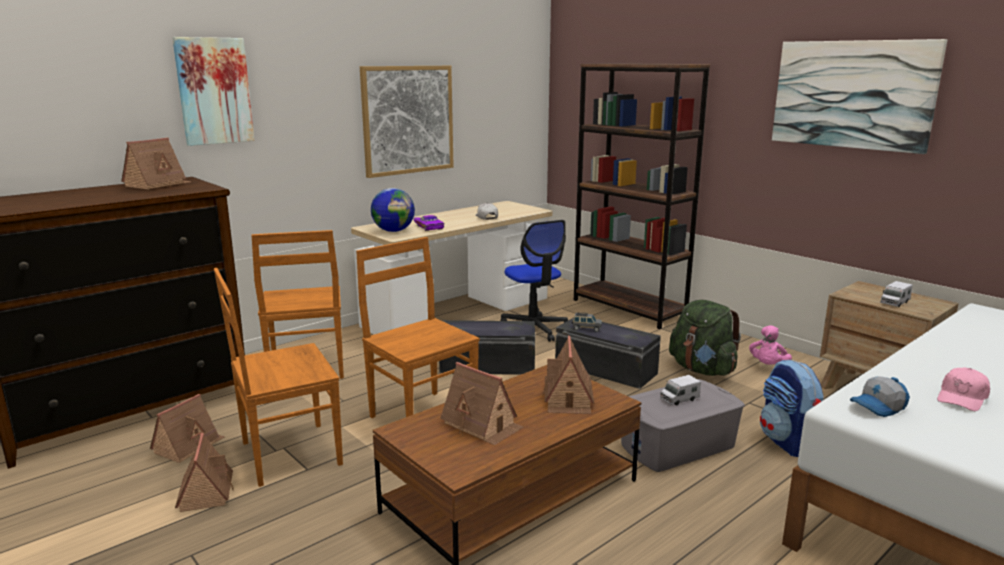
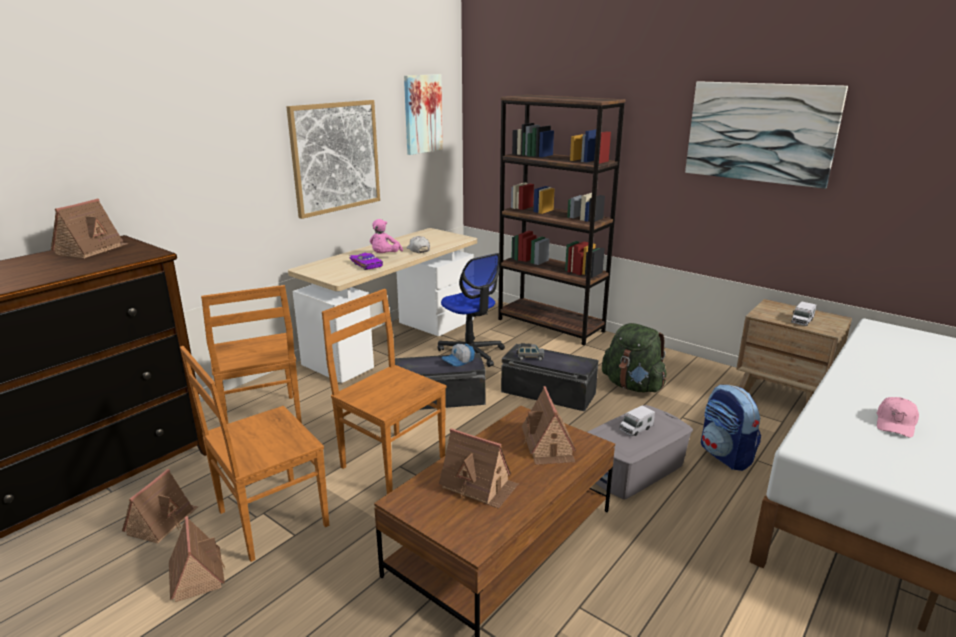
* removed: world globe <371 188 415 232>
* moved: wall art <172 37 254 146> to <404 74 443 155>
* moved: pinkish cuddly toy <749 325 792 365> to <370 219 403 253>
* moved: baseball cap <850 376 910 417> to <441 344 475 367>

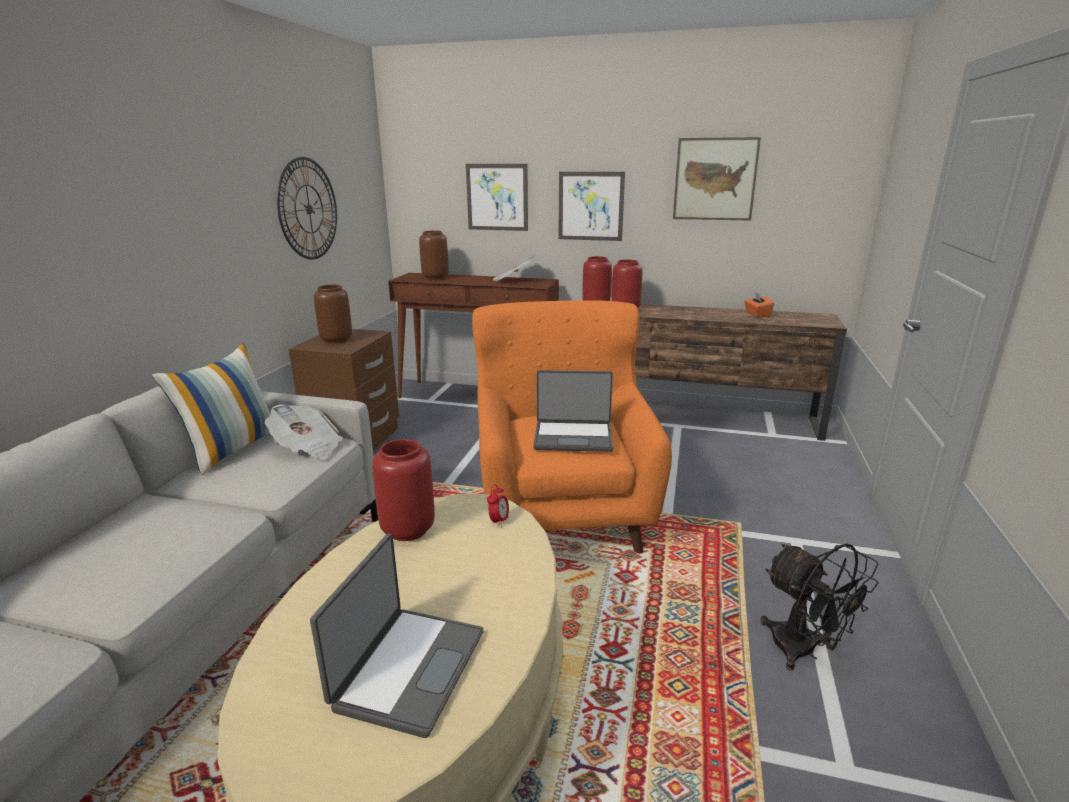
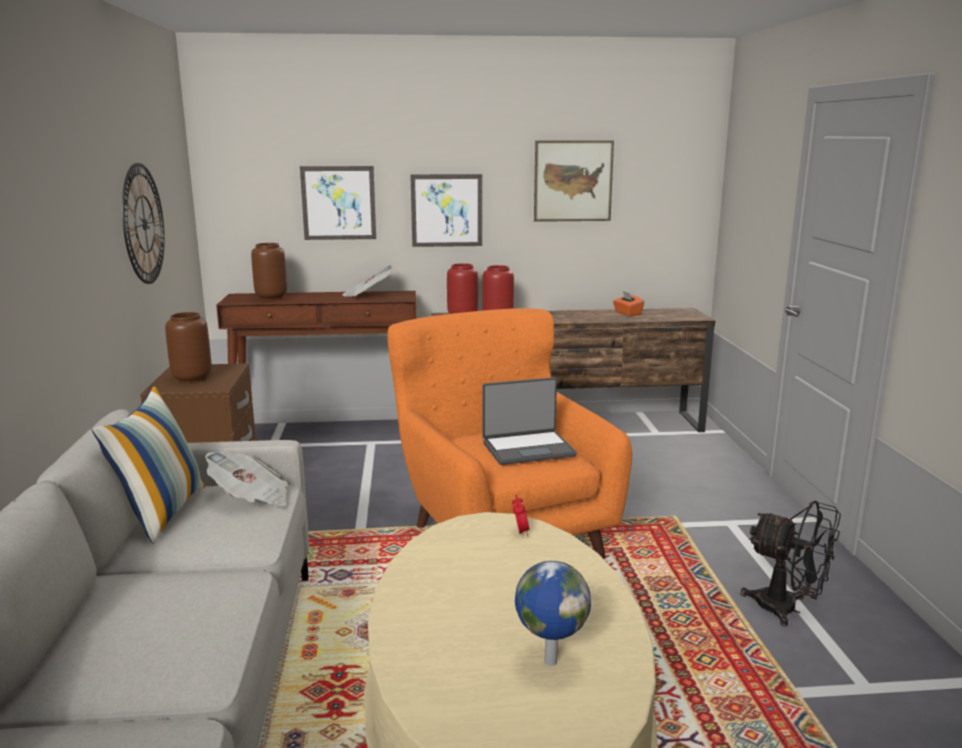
* removed: red-coloured vase <372 439 435 541>
* replaced: notebook computer <310 534 484 738> to world globe <515 561 591 666>

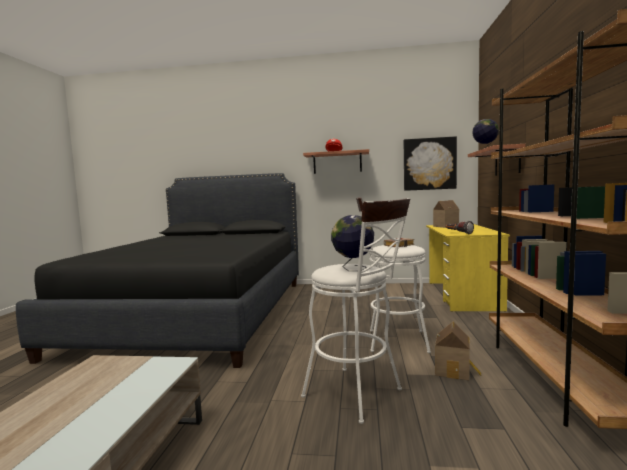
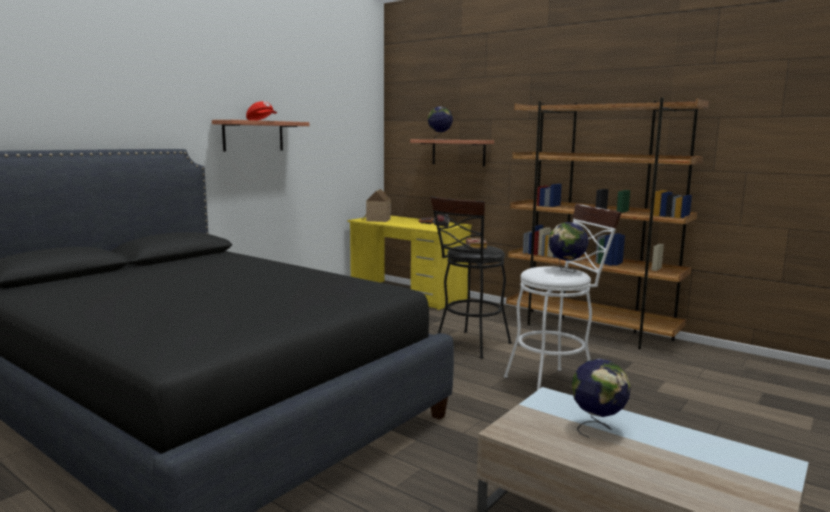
* removed: wall art <404 136 457 191>
* removed: toy house <435 321 481 380>
* added: world globe <571 359 631 438>
* recoloured: white stool <356 197 431 353> to black stool <430 196 512 359>

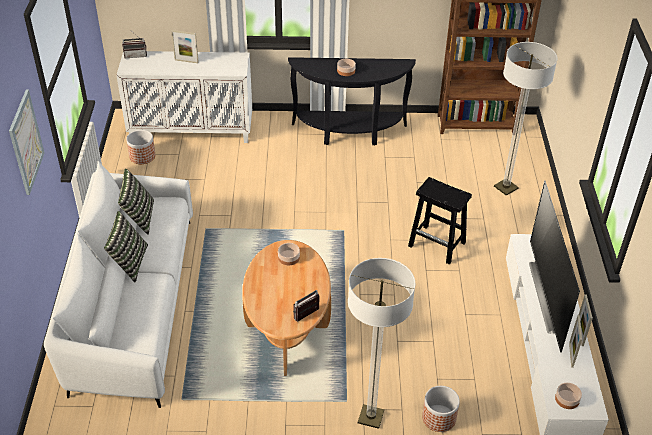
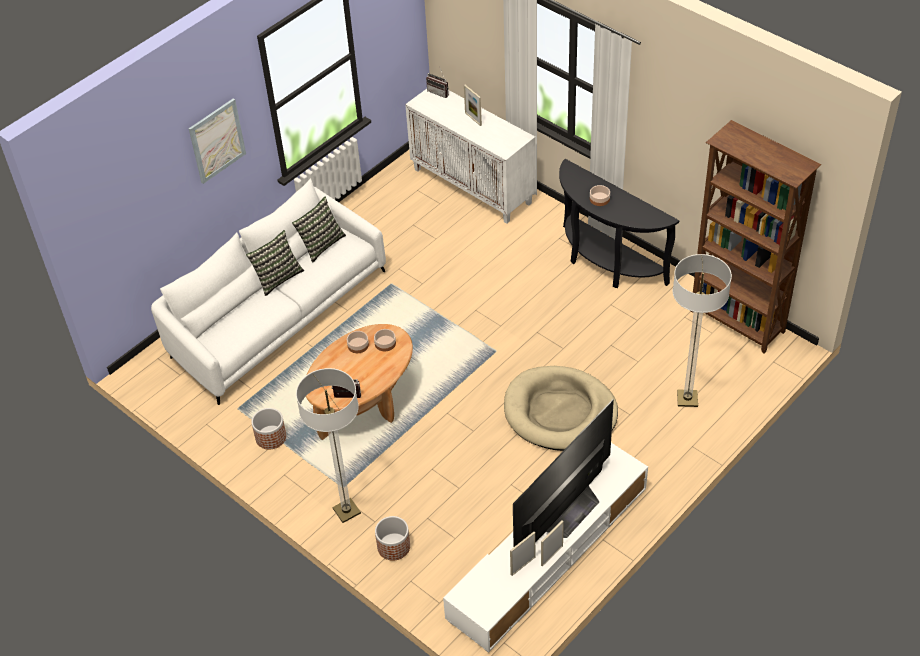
* moved: flower pot <126 130 155 164> to <251 408 286 450>
* moved: bowl <555 383 582 409> to <347 331 369 353>
* replaced: black stool <408 177 472 265> to beige dog cushion <504 366 618 451>

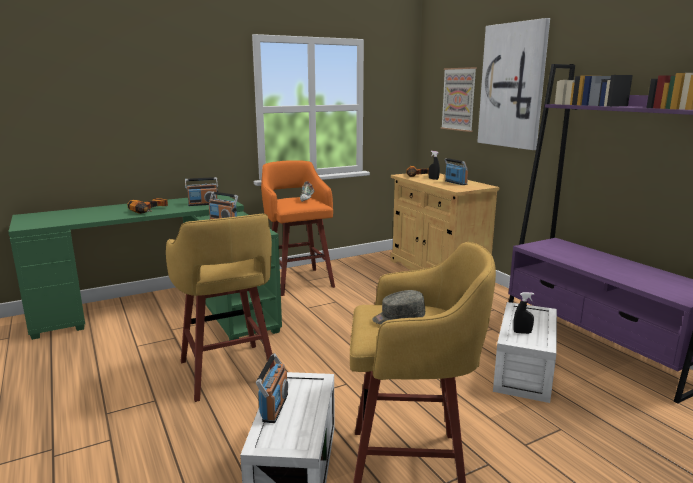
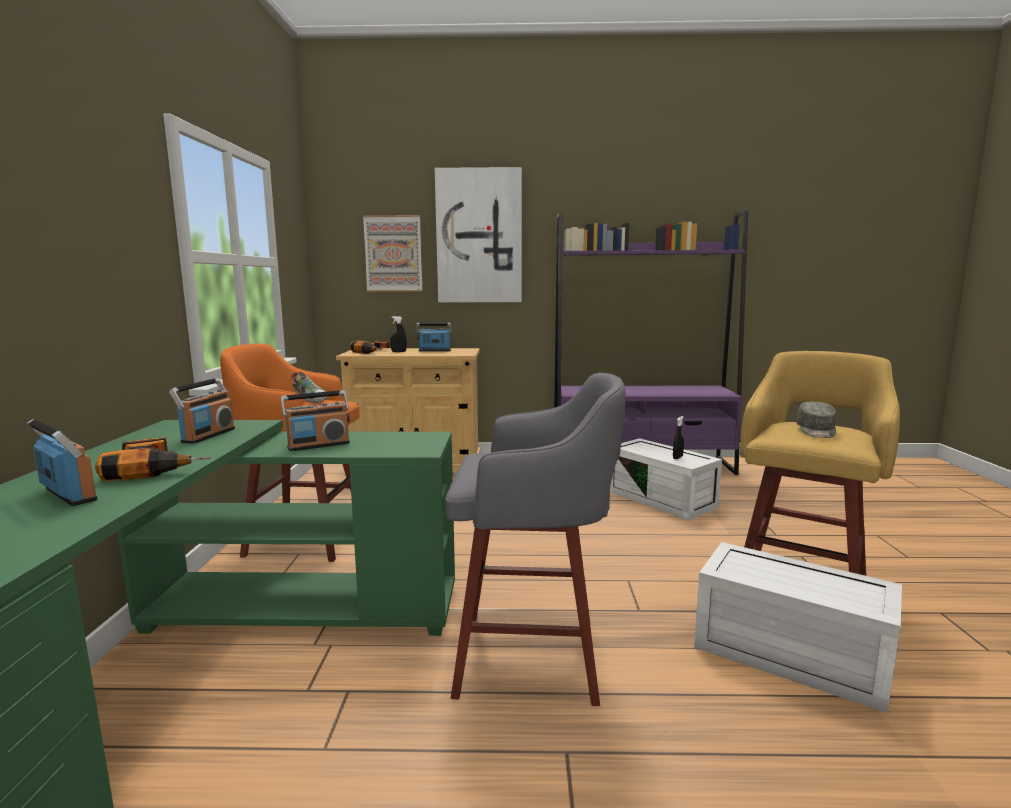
* moved: radio set <256 353 288 423> to <27 419 98 506>
* recoloured: yellow stool <166 214 275 402> to grey stool <446 373 626 706>

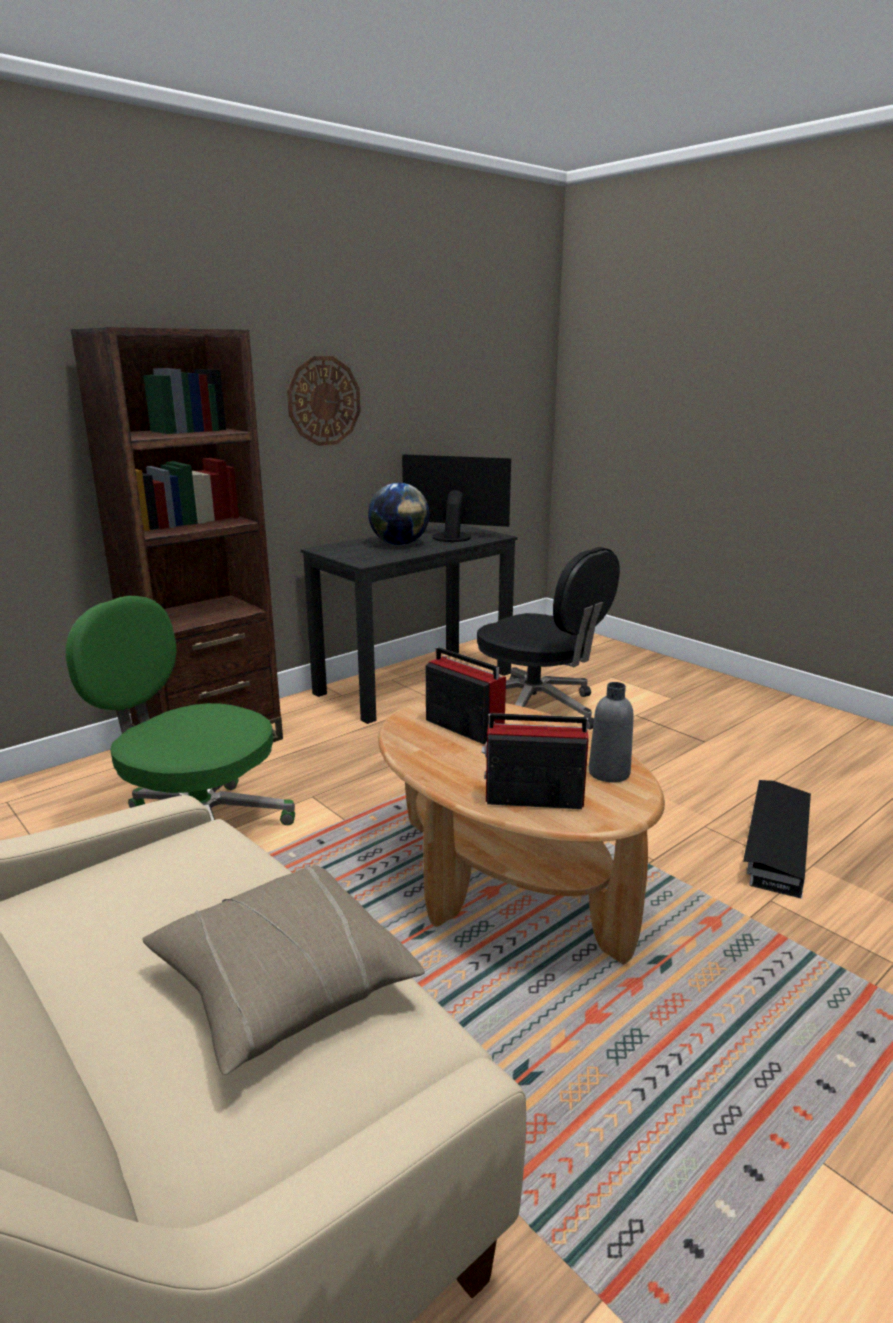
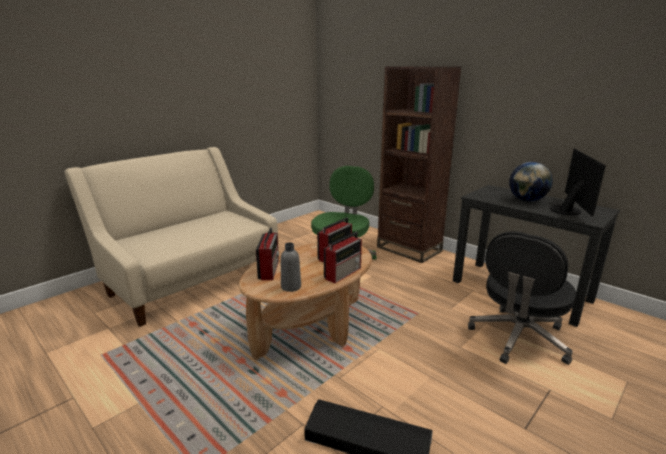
* removed: beige pillow <143 865 425 1075>
* removed: wall clock <287 356 361 446>
* added: radio set <324 232 362 283>

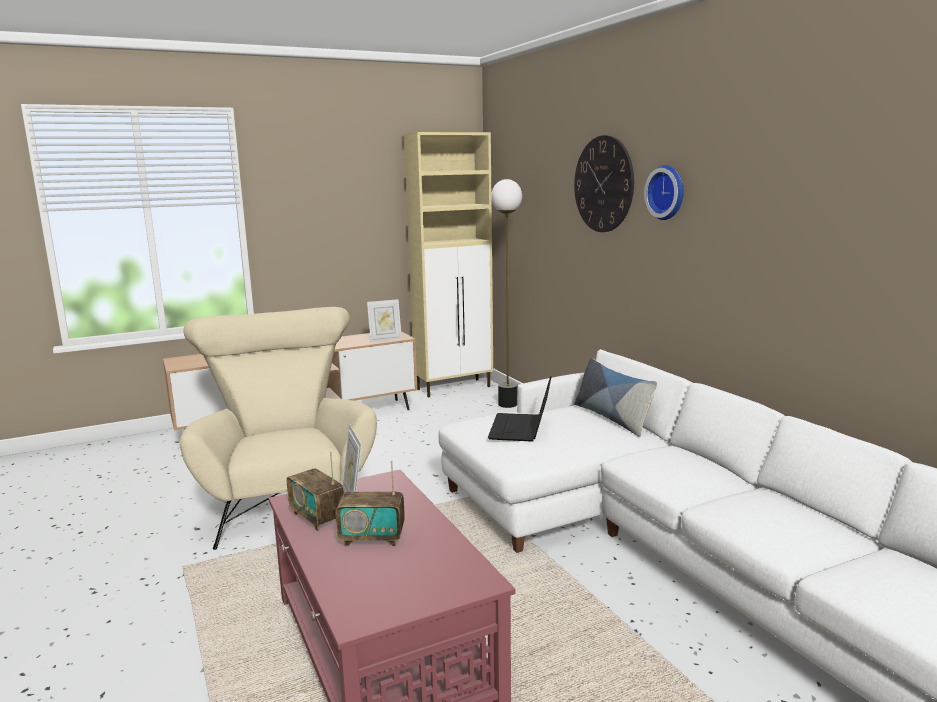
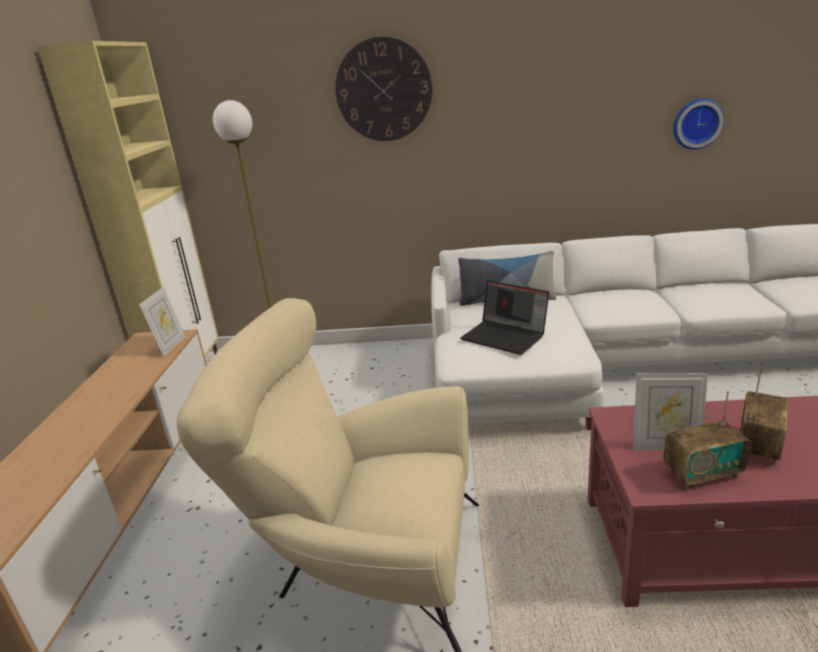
* moved: wall clock <644 165 684 220> to <673 98 724 150>

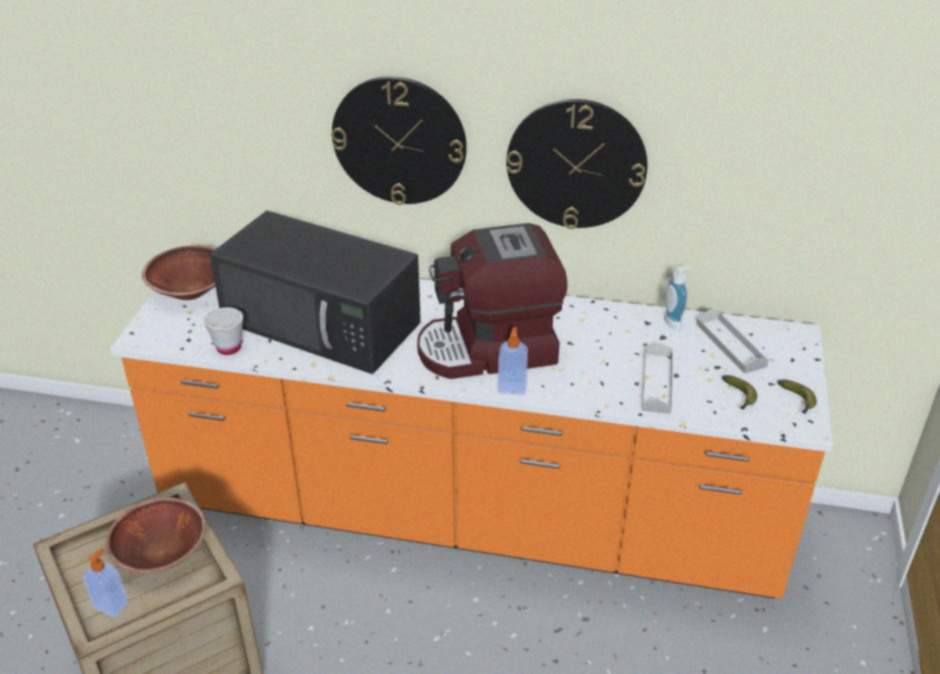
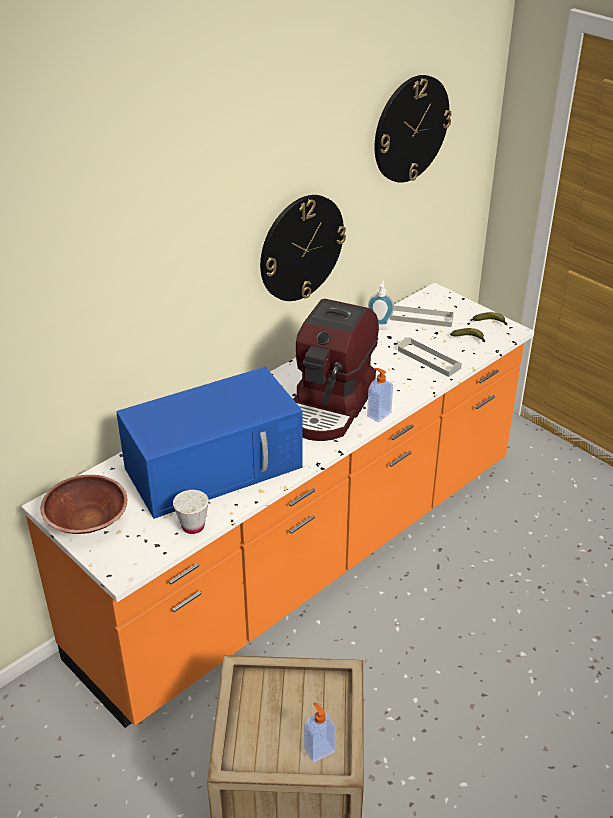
* removed: brownish bowl <106 498 206 573>
* moved: wall clock <331 76 467 205> to <375 75 452 183>
* recoloured: black kitchen microwave <210 210 421 374> to blue kitchen microwave <116 367 303 519>

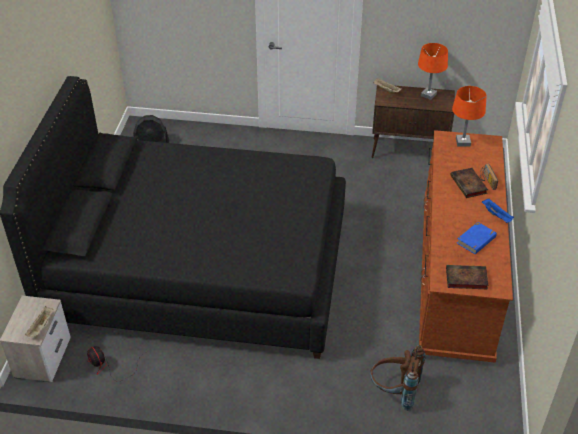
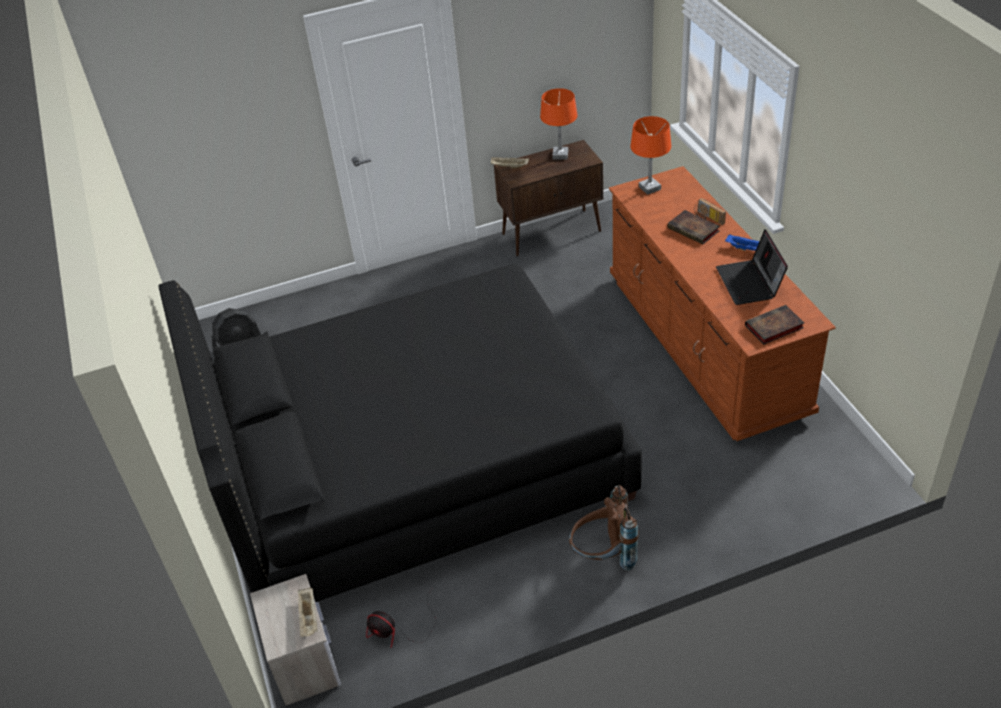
* moved: brownish rucksack <370 345 425 411> to <569 485 639 570>
* replaced: blue bound book <457 222 497 254> to notebook computer <716 229 788 305>

